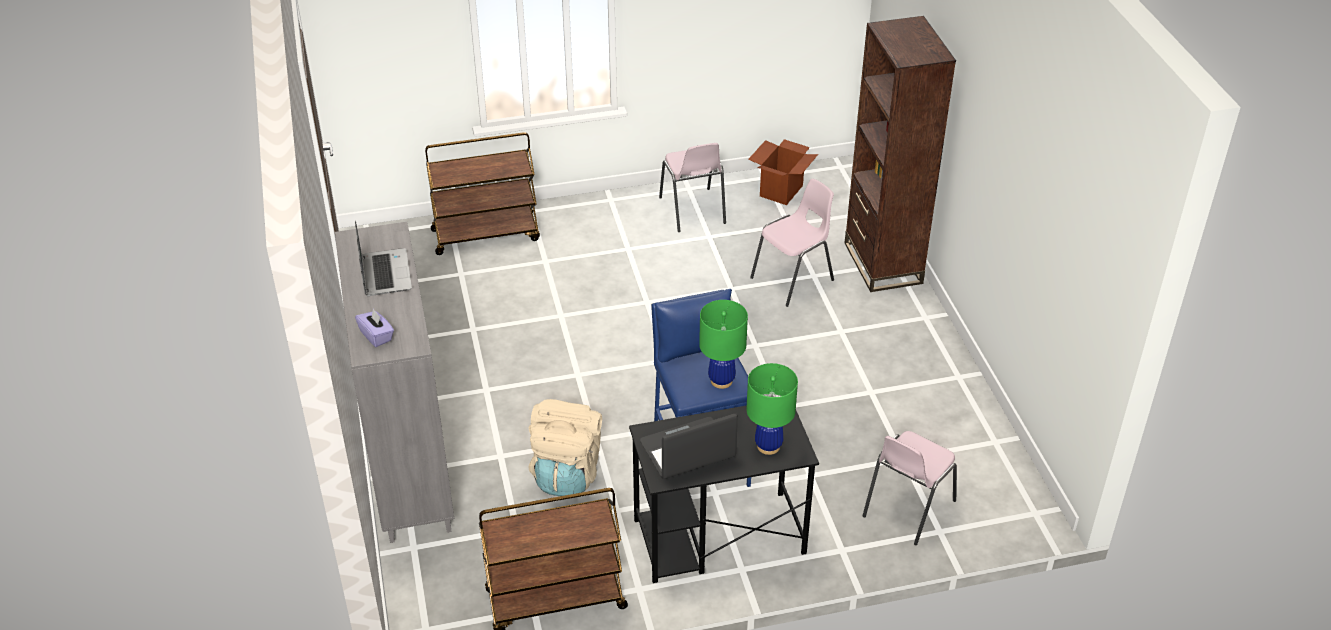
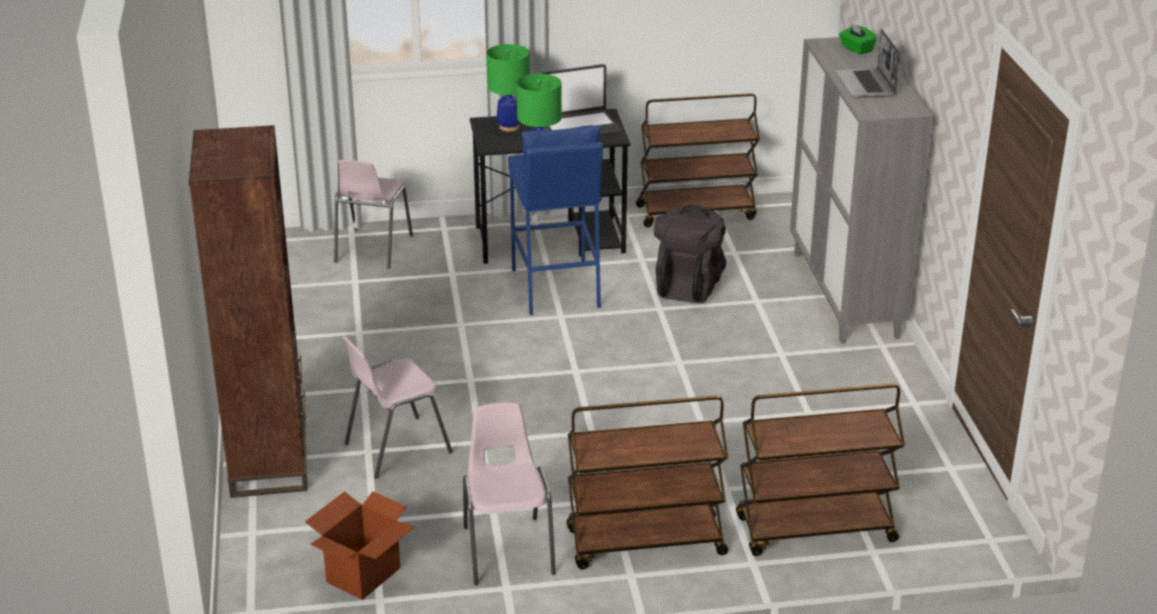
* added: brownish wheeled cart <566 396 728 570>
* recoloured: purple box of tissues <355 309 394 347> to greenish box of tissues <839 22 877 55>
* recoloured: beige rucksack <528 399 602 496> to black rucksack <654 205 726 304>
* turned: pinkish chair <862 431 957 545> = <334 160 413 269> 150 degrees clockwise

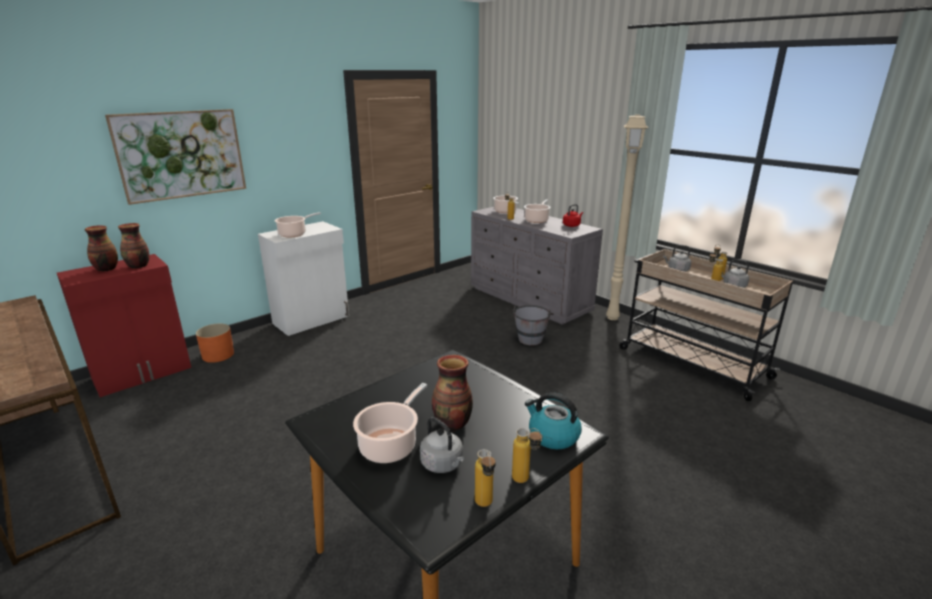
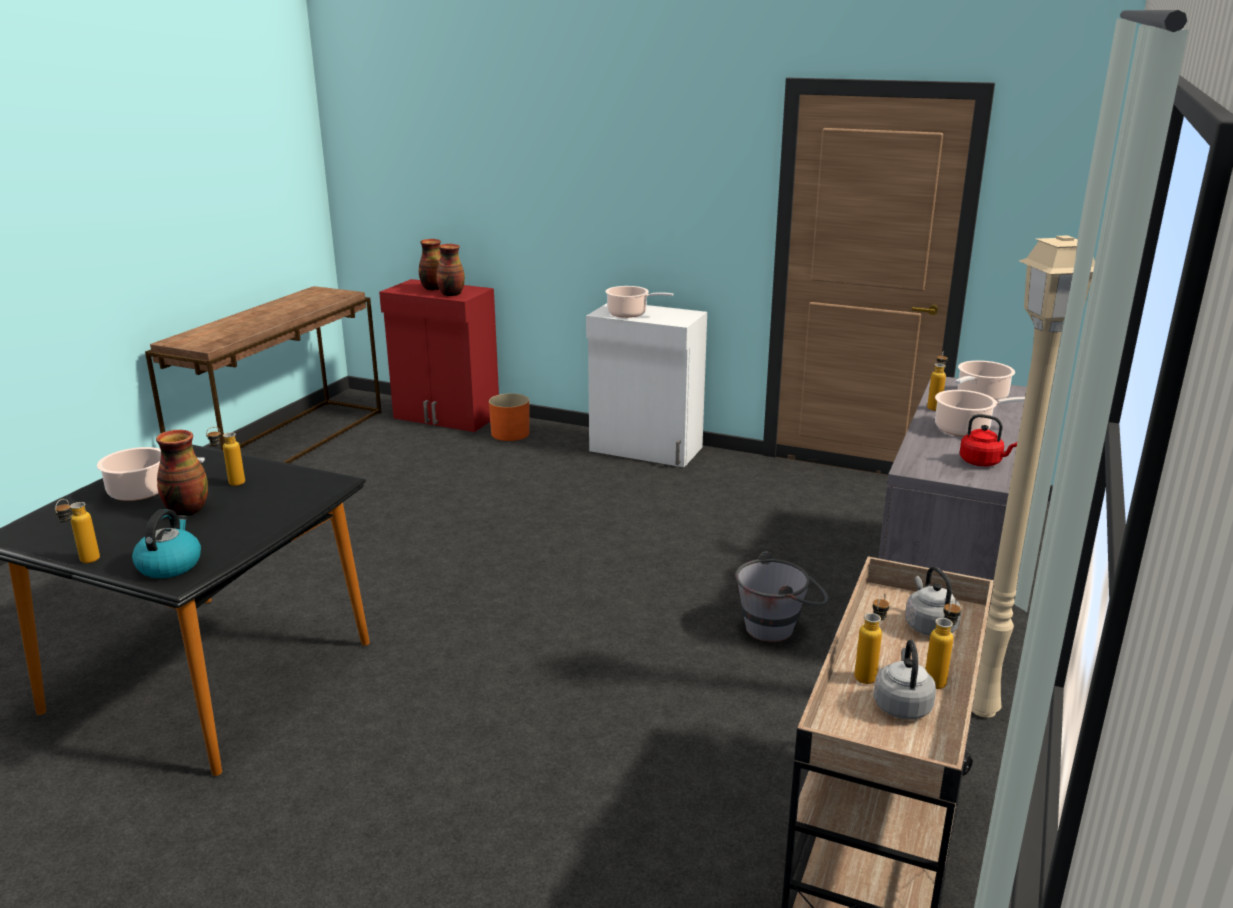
* removed: wall art <105 109 246 205>
* removed: grey kettle <420 417 464 473>
* moved: drink bottle <475 449 496 507> to <206 427 245 486>

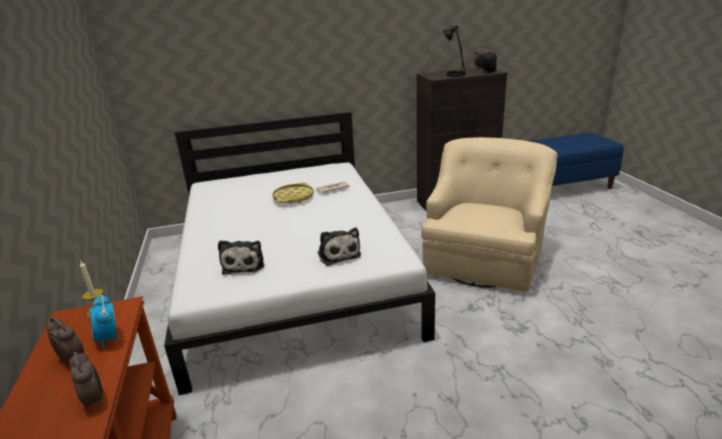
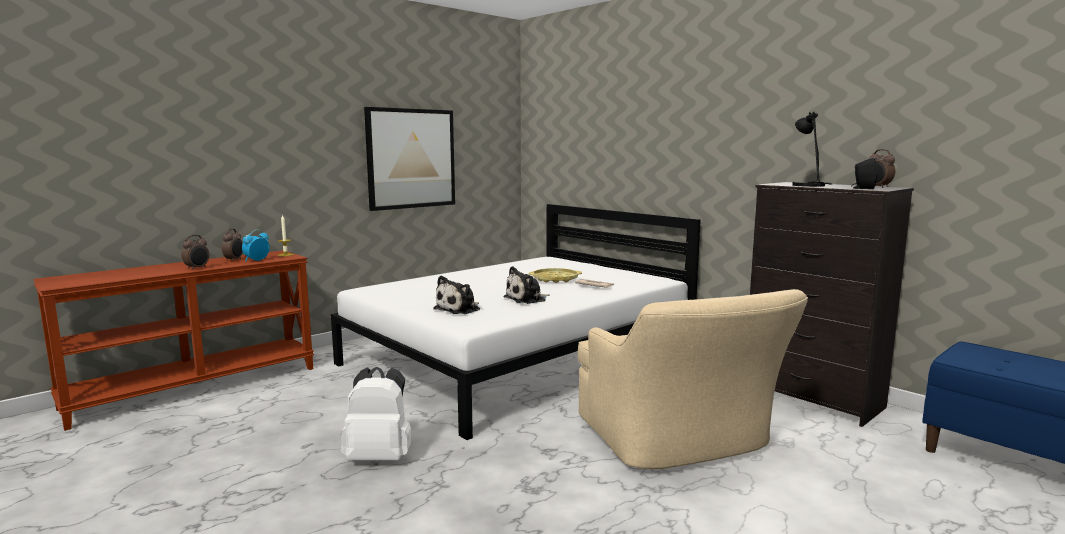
* added: white rucksack <340 367 412 461>
* added: wall art <364 107 455 211>
* moved: cuddly toy <218 240 264 275> to <503 266 550 304>
* turned: beige easy chair <421 137 557 292> = <578 289 808 469> 75 degrees clockwise

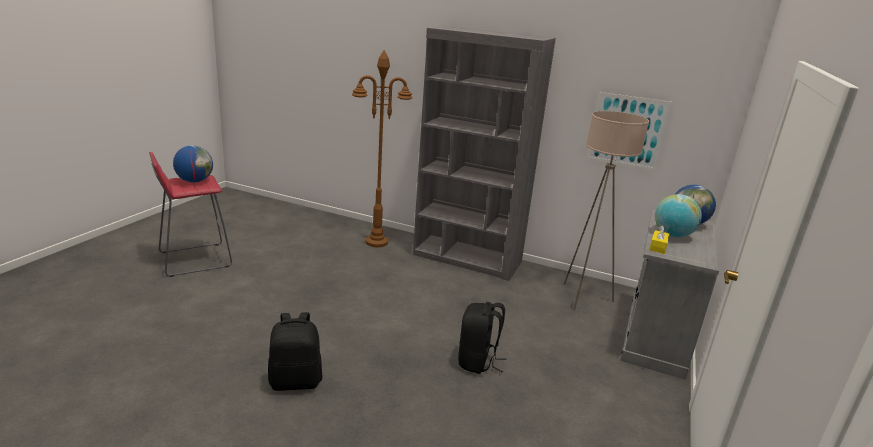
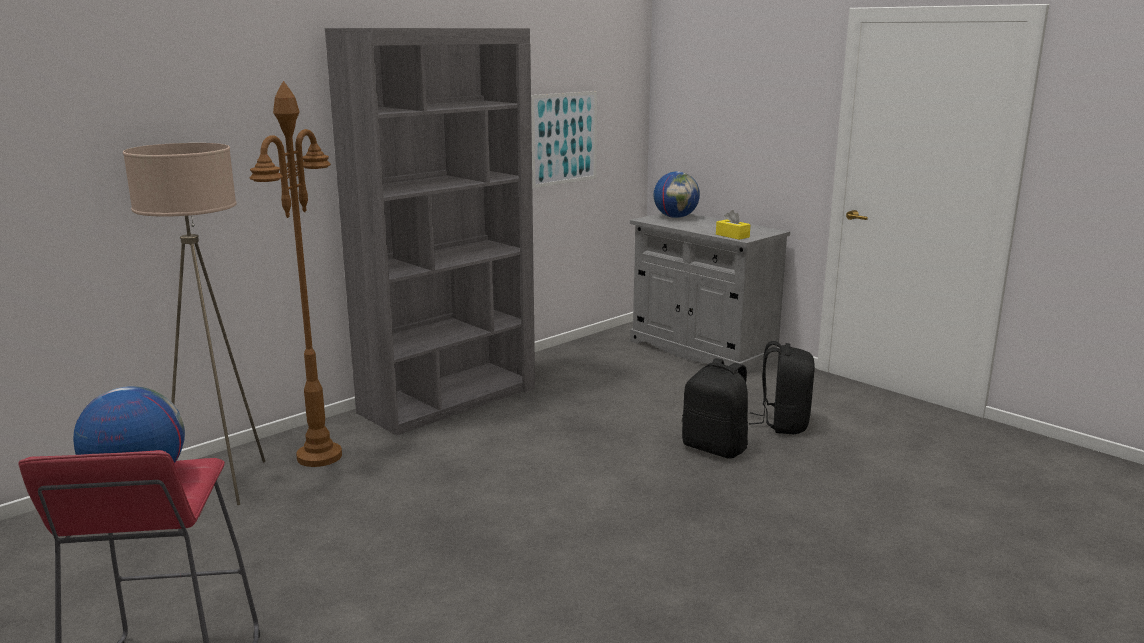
* removed: world globe <655 194 702 237>
* moved: black rucksack <268 312 322 391> to <749 341 815 434>
* moved: beige standard lamp <564 111 649 311> to <123 143 266 505>

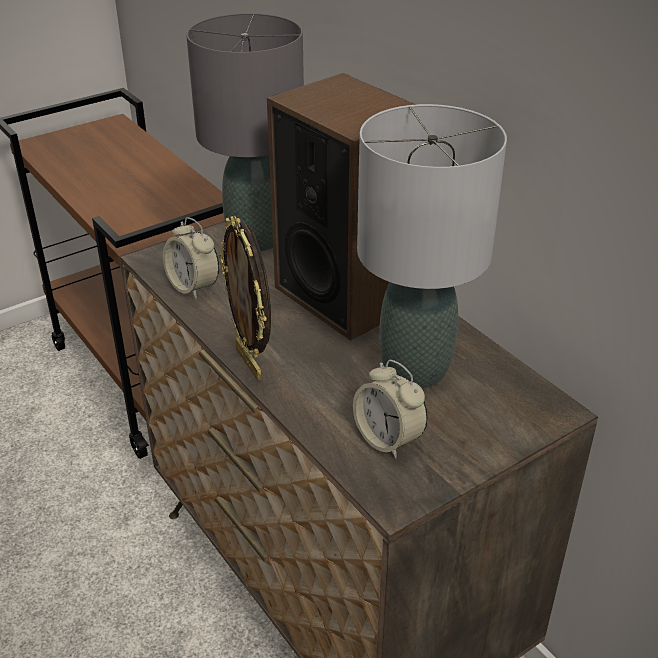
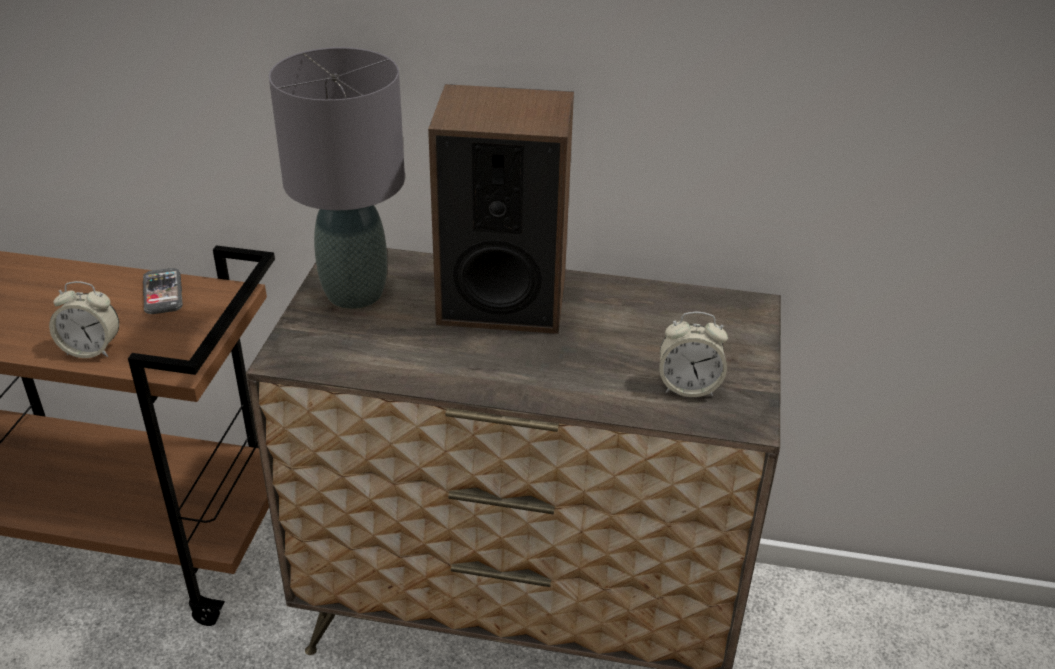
* removed: standing frame <220 216 271 381>
* removed: grey lamp for a table <357 104 507 388>
* added: telephone <143 268 183 314>
* moved: alarm clock <163 217 219 299> to <49 281 119 358>

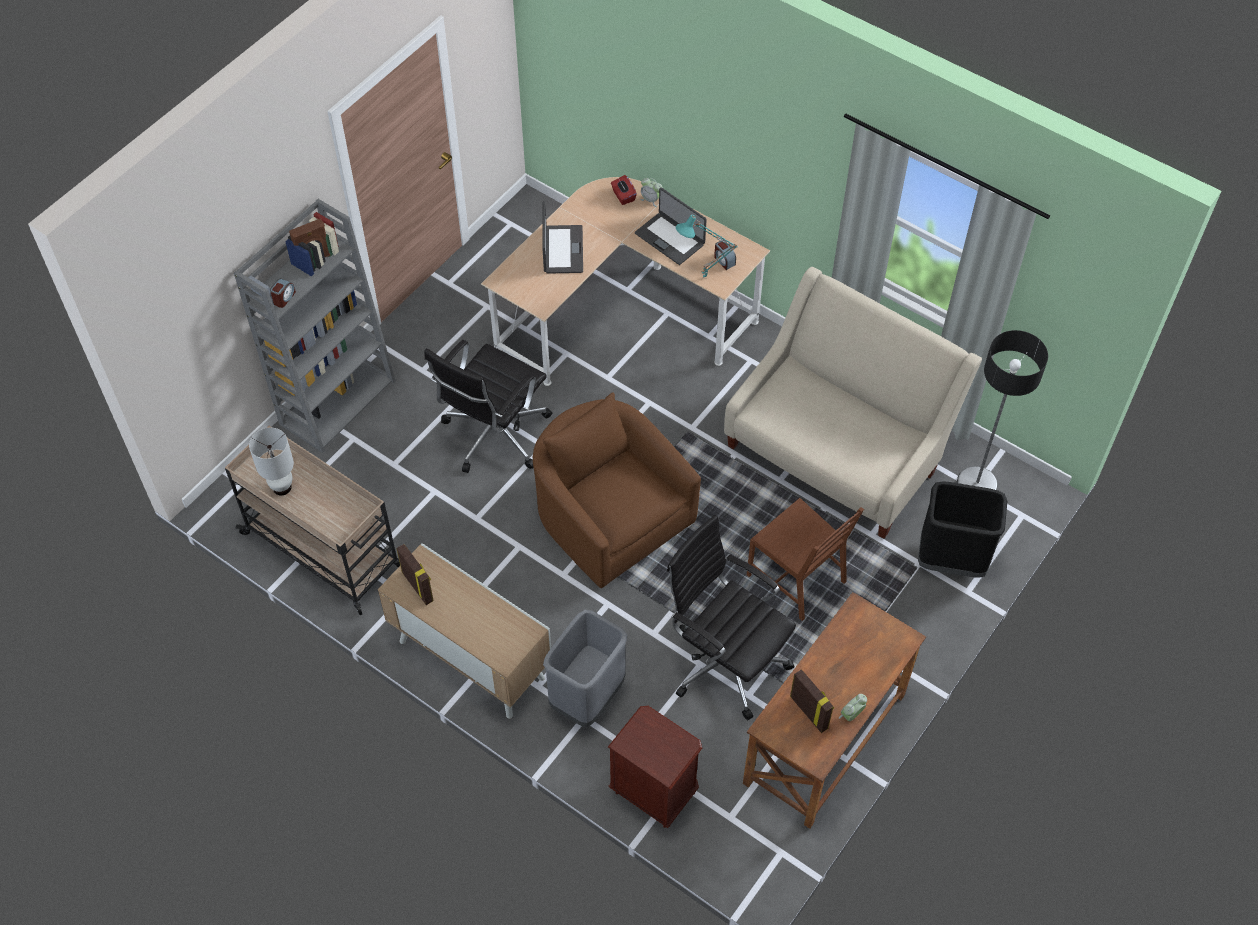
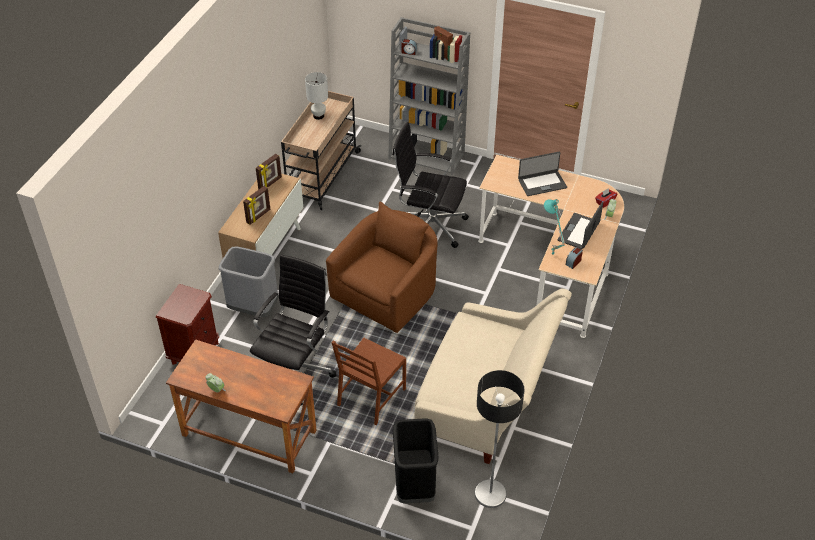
* moved: standing frame <790 669 834 733> to <243 186 270 225>

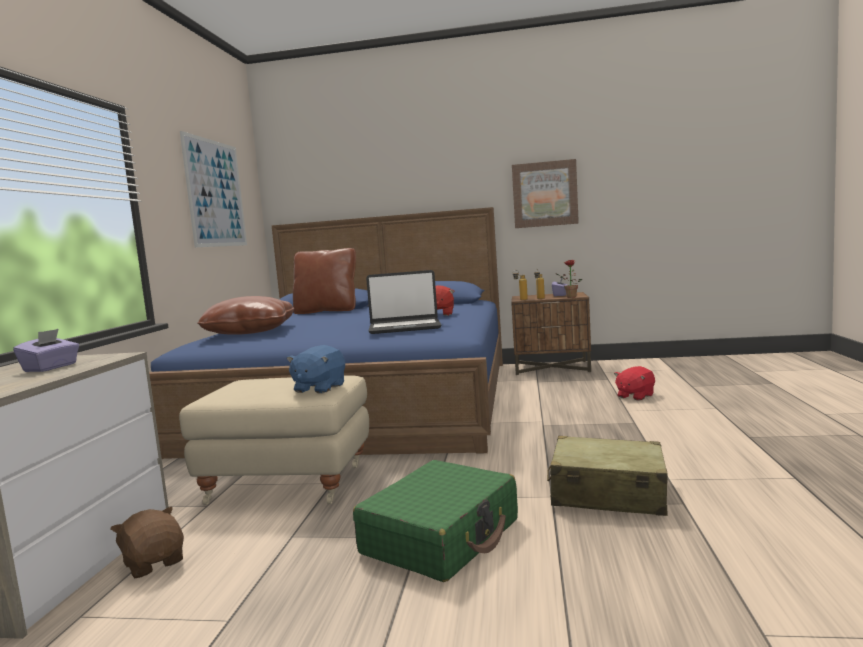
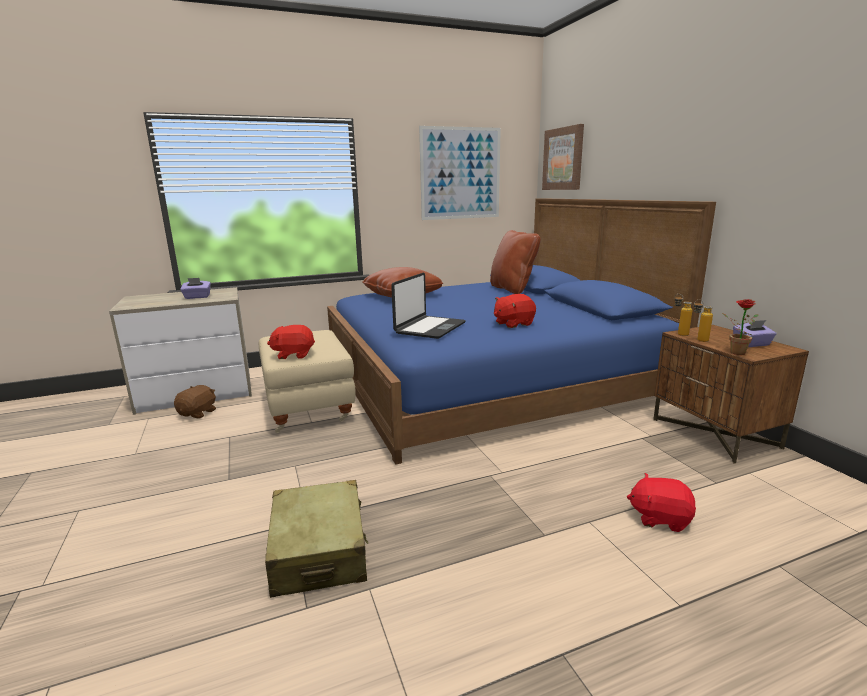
* removed: greenish travel case <353 460 518 582>
* moved: wall art <512 159 579 228> to <542 124 584 190>
* recoloured: blue cuddly toy <286 345 345 394> to red-coloured cuddly toy <267 325 315 359>
* turned: notebook computer <366 270 441 334> = <391 273 466 339> 120 degrees counterclockwise

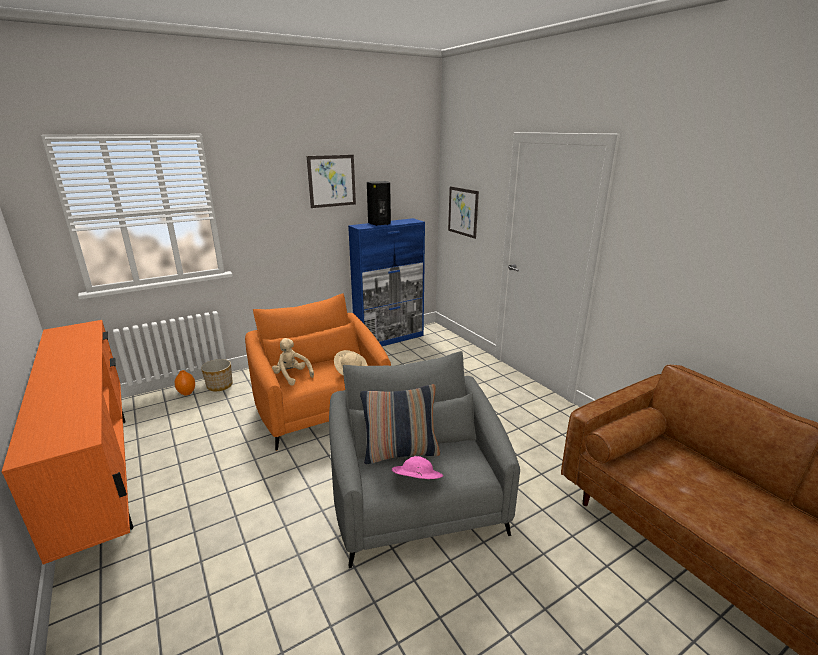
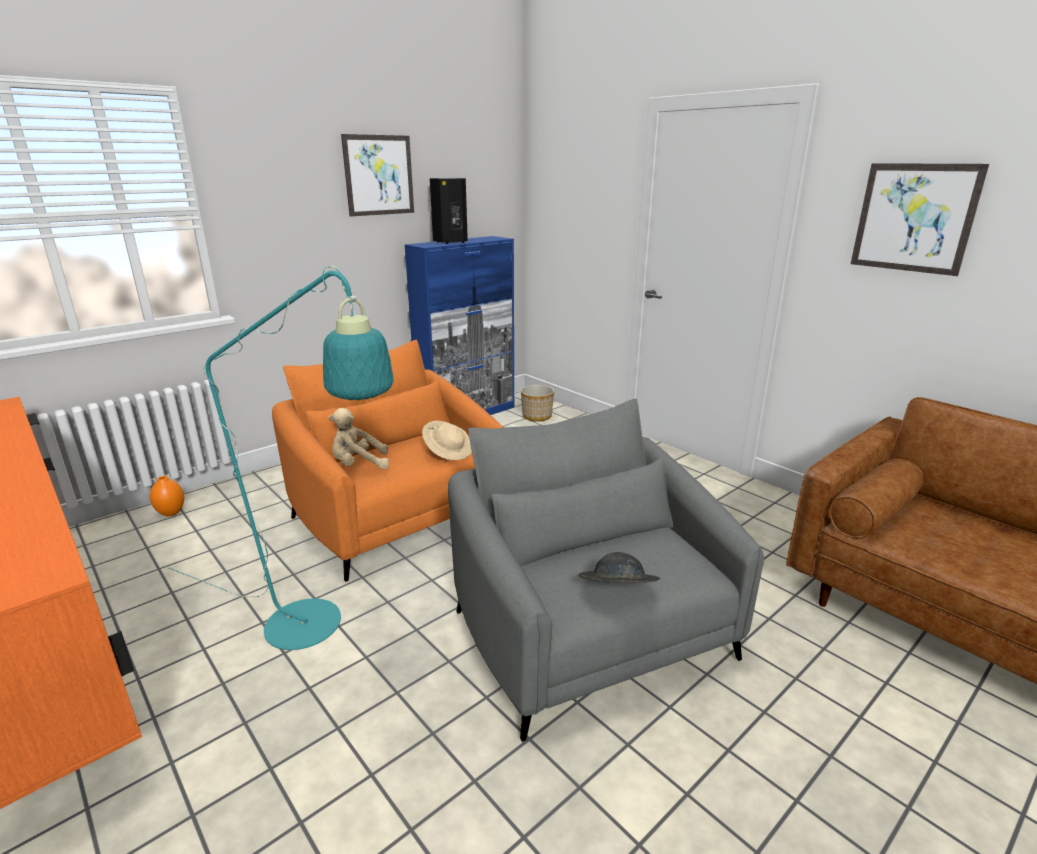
* removed: pillow <360 384 440 464>
* added: turquoise-coloured standard lamp <169 266 394 650>
* moved: flower pot <201 359 233 391> to <521 385 554 422>
* moved: wall art <448 186 479 239> to <851 163 989 276>
* recoloured: pinkish clothing hat <392 456 443 479> to grey clothing hat <579 552 660 583>
* turned: beige cuddly toy <272 338 314 386> = <328 408 389 470> 45 degrees counterclockwise

